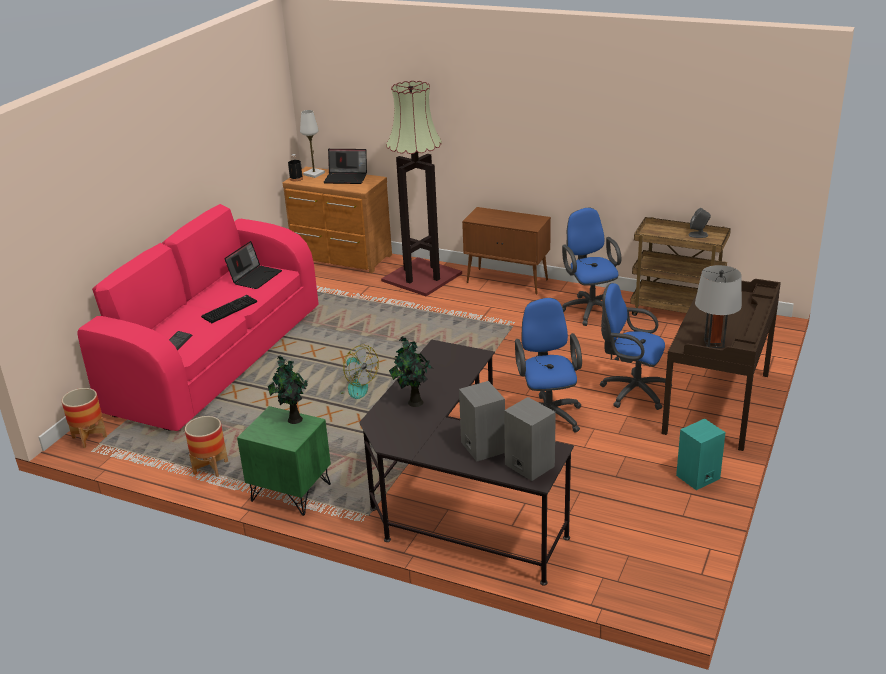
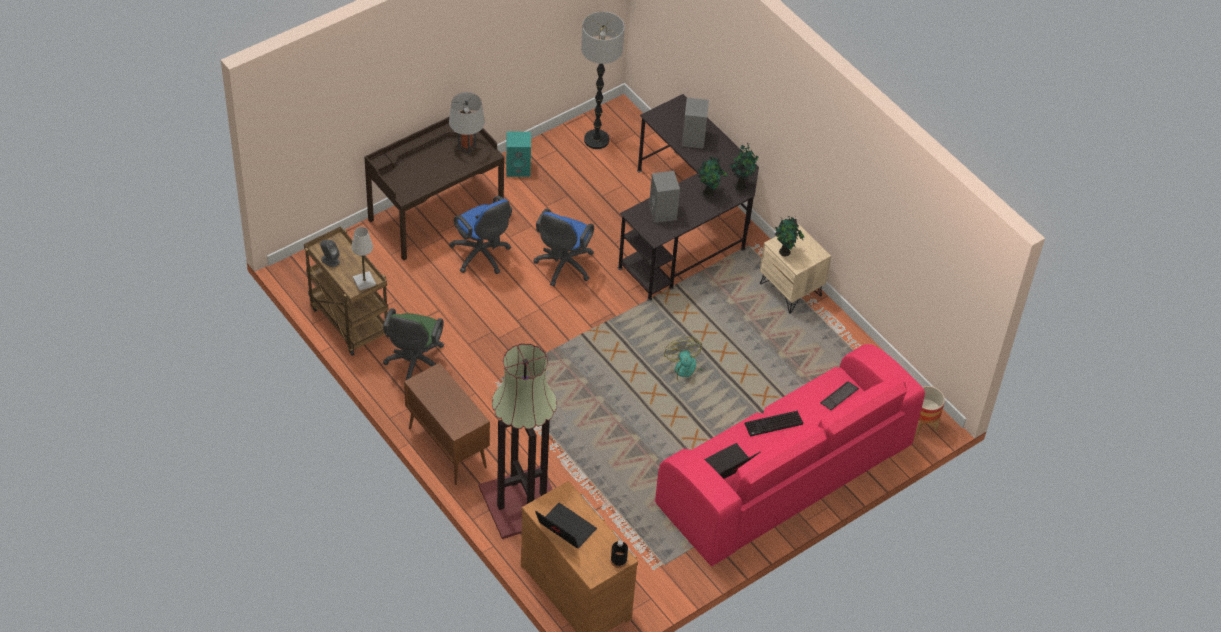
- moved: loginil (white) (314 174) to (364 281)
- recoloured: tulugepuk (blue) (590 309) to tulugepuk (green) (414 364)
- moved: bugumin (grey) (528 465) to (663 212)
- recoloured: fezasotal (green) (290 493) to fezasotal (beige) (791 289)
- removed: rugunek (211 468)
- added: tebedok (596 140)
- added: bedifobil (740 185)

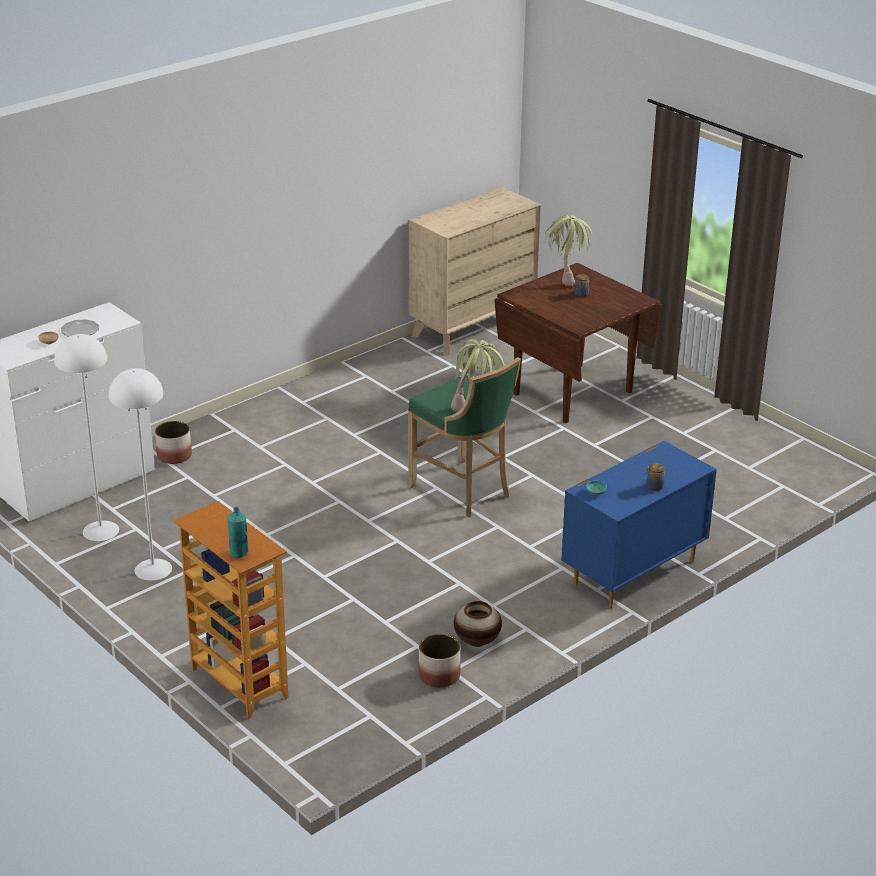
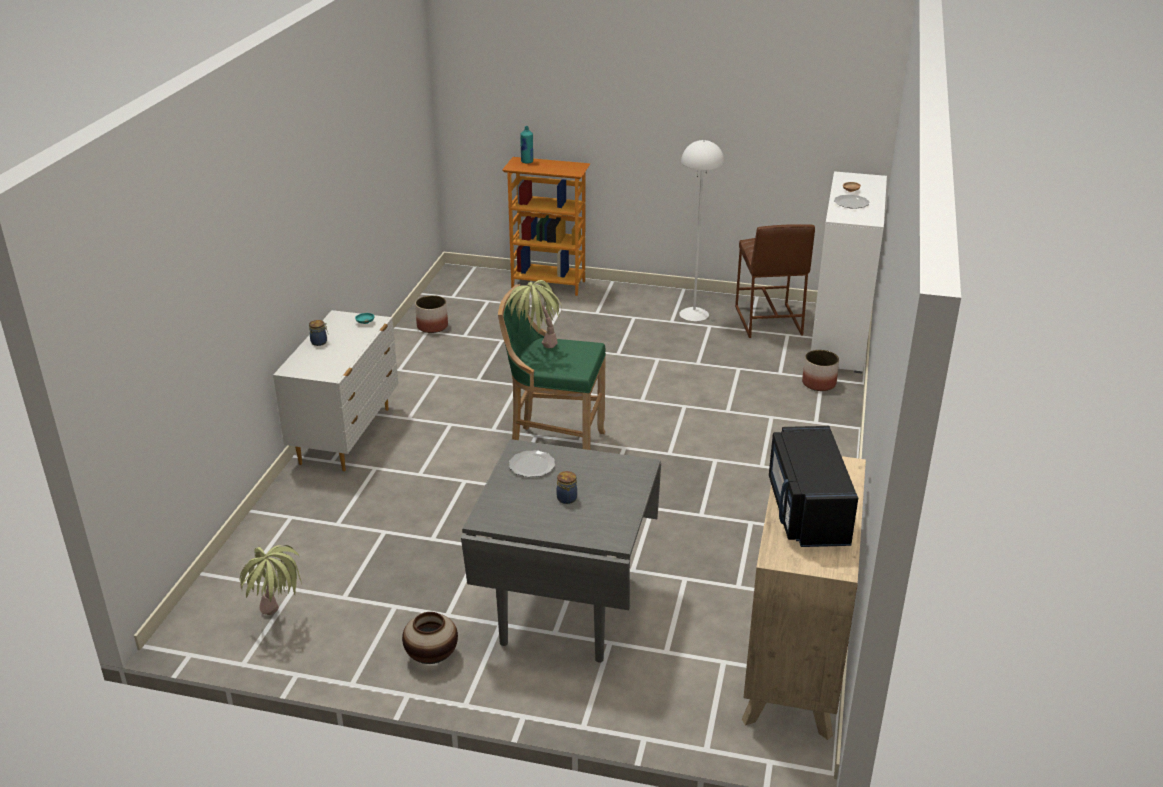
- moved: bedifobil (566 278) to (278 623)
- recoloured: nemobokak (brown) (573 393) to nemobokak (grey) (565 609)
- replaced: tebedok (white) (101 530) to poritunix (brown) (767 321)
- recoloured: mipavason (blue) (632 573) to mipavason (white) (347 435)
- moved: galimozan (477 641) to (432 657)
- added: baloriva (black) (806 511)
- added: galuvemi (532 465)

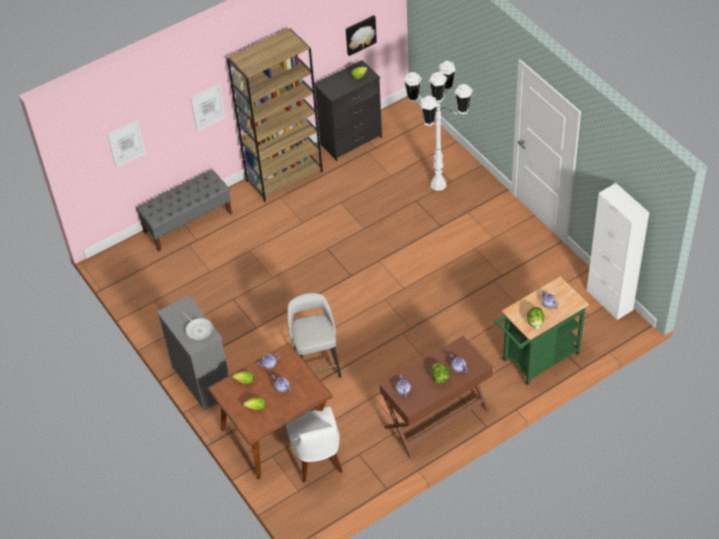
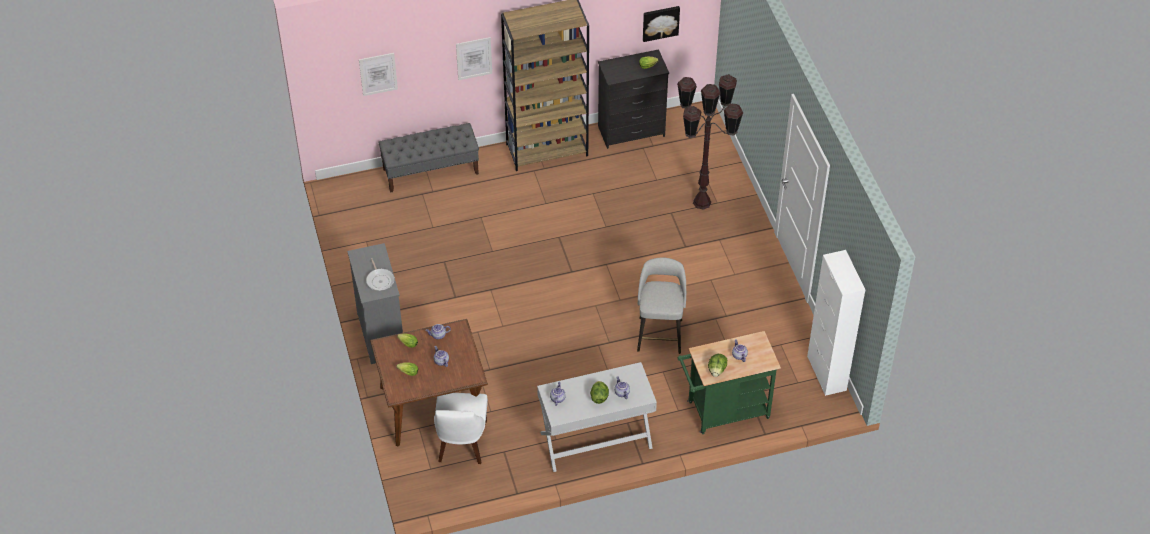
- recoloured: tebedok (white) (438 184) to tebedok (brown) (702 202)
- moved: poritunix (grey) (316 364) to (660 334)
- recoloured: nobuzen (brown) (436 419) to nobuzen (white) (596 440)

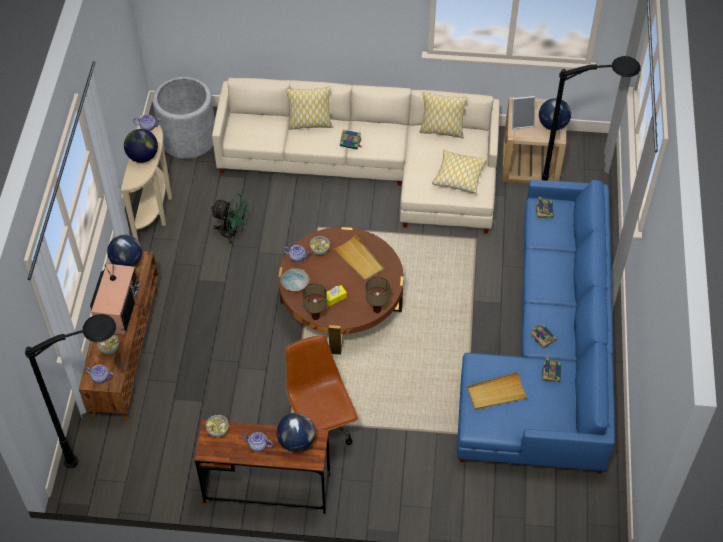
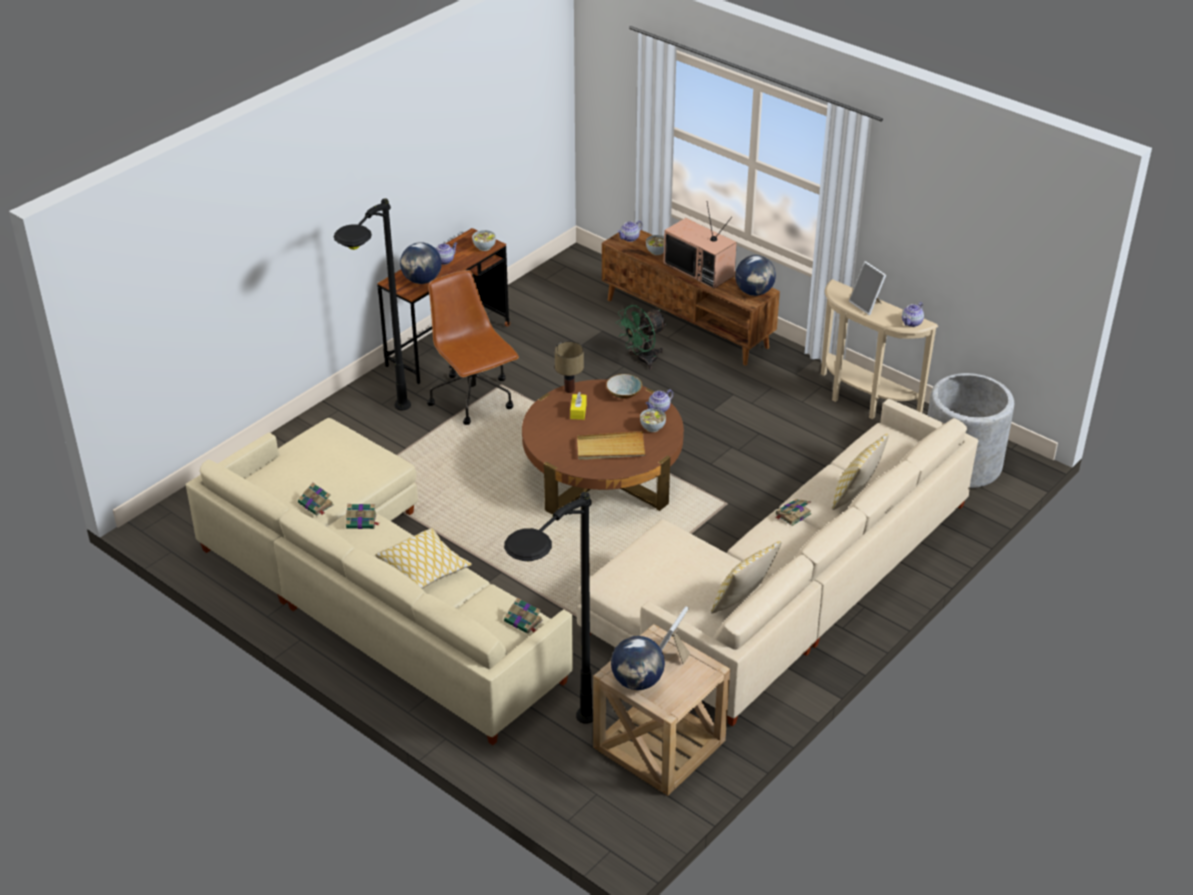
- replaced: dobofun (143 156) to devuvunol (867 305)
- moved: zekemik (459 176) to (424 568)
- recoloured: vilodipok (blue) (548 353) to vilodipok (beige) (372 593)
- moved: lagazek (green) (233 232) to (642 360)
- removed: loginil (377 309)
- moved: tebedok (black) (115 450) to (382 436)
- turned: tulugepuk (brown) (320 427) = (473 399) 135 degrees counterclockwise
- removed: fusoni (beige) (496 393)

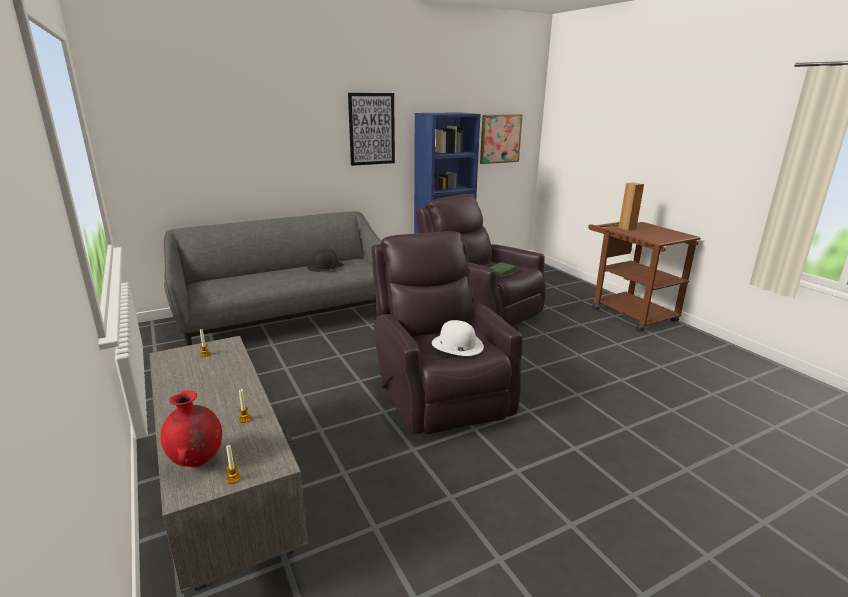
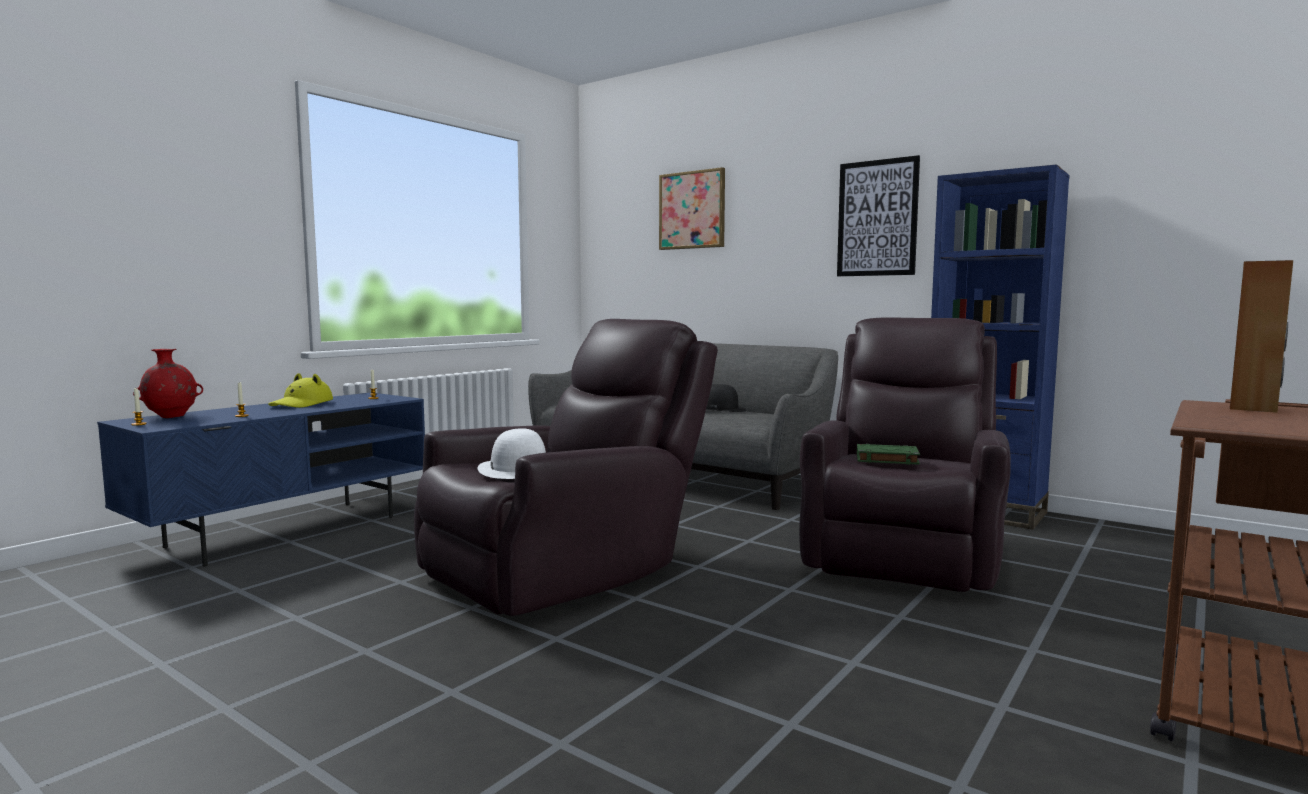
- moved: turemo (500 138) to (692 210)
- recoloured: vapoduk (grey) (227 501) to vapoduk (blue) (286 530)
- added: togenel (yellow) (302 404)

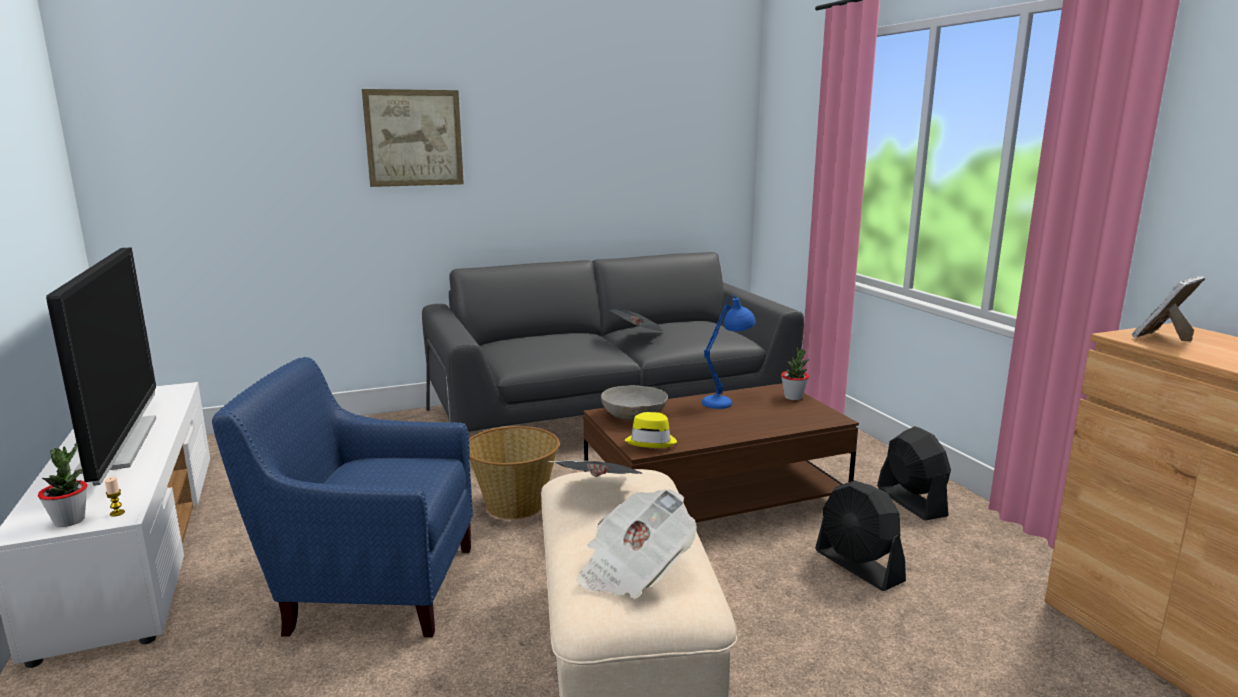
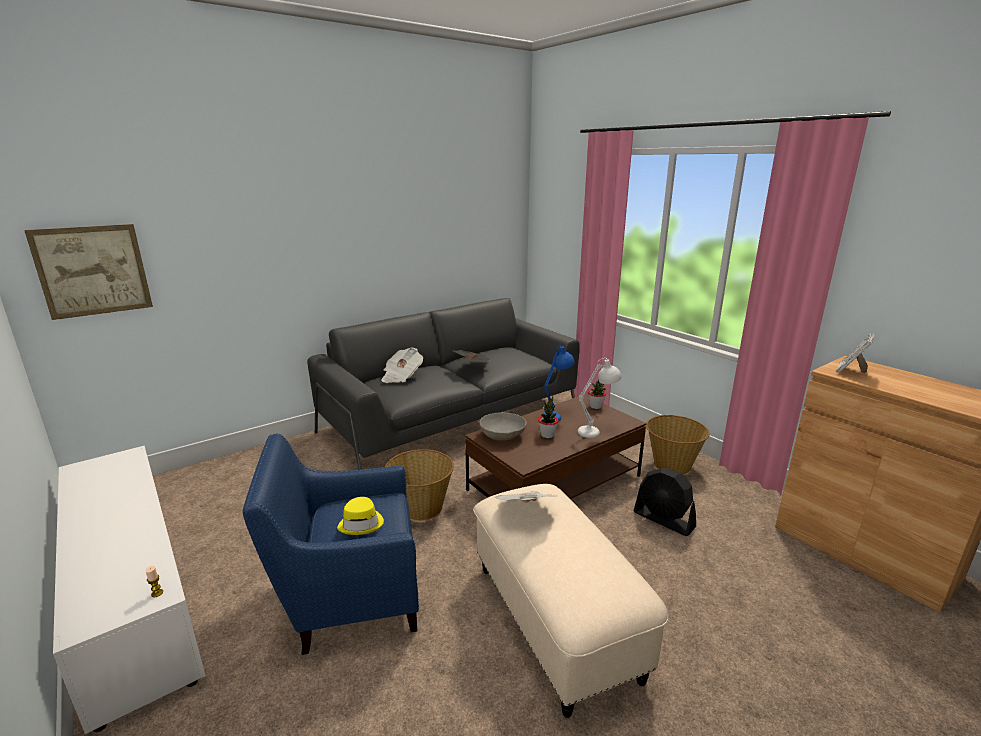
- moved: turemo (414 138) to (93 270)
- removed: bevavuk (120 444)
- moved: togenel (yellow) (651 441) to (361 524)
- replaced: lagazek (black) (911 501) to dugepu (671 465)
- moved: bedifobil (70 521) to (547 435)
- moved: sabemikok (633 570) to (401 376)
- added: loginil (white) (597 431)

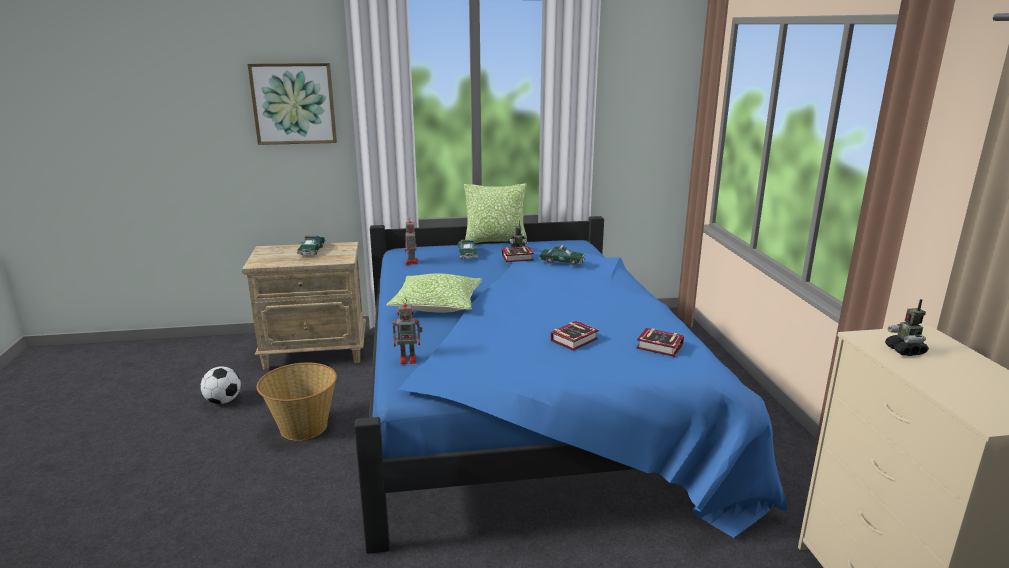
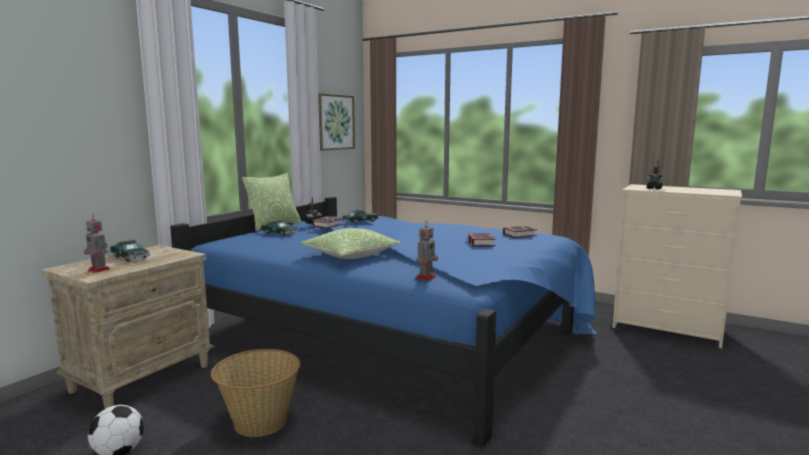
- moved: turemo (293 103) to (335 122)
- moved: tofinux (412 262) to (99 270)

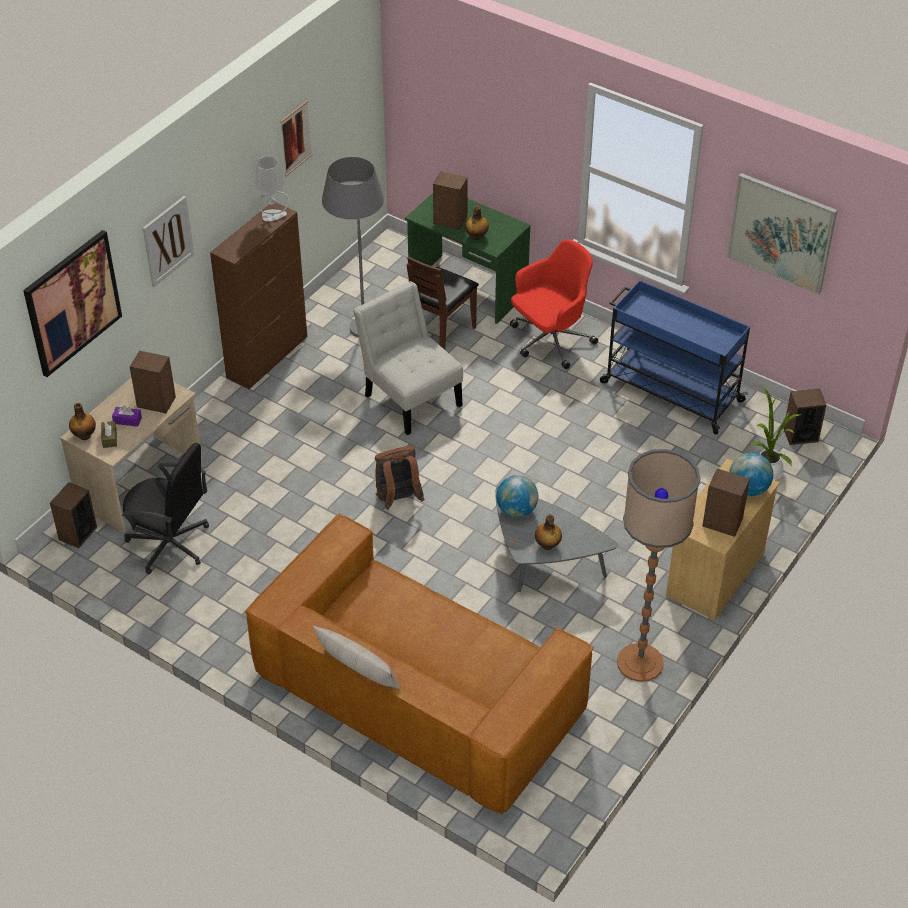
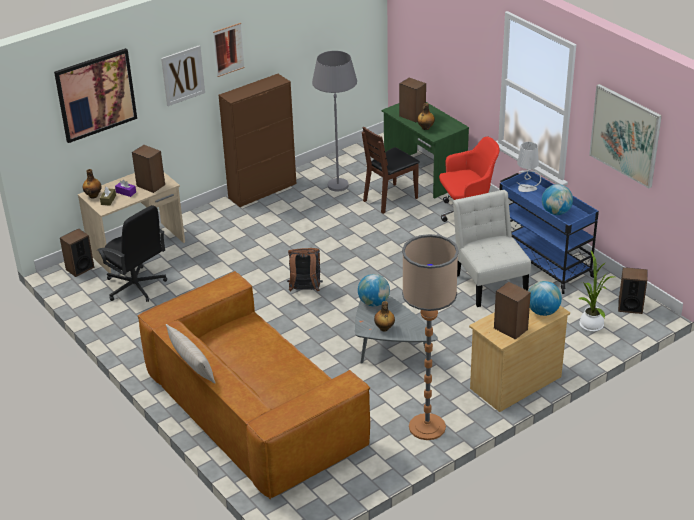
- moved: turemo (295 138) to (228 49)
- moved: loginil (grey) (273 215) to (527 188)
- moved: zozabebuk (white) (410 397) to (489 282)
- added: dobofun (556 212)

